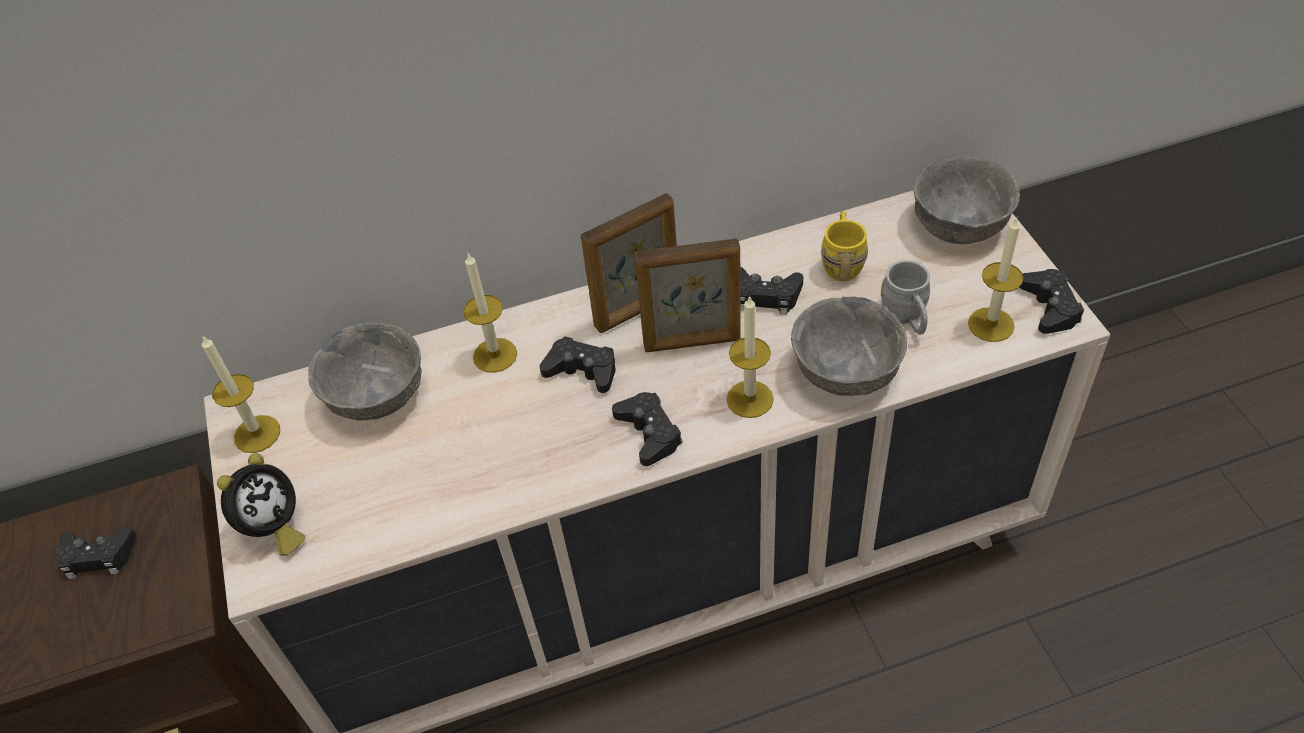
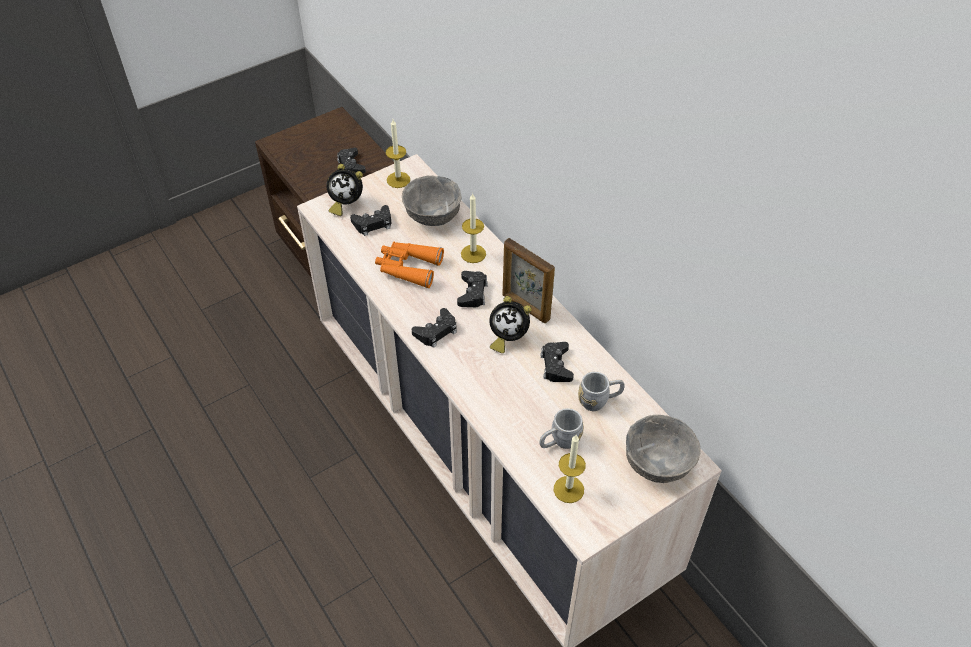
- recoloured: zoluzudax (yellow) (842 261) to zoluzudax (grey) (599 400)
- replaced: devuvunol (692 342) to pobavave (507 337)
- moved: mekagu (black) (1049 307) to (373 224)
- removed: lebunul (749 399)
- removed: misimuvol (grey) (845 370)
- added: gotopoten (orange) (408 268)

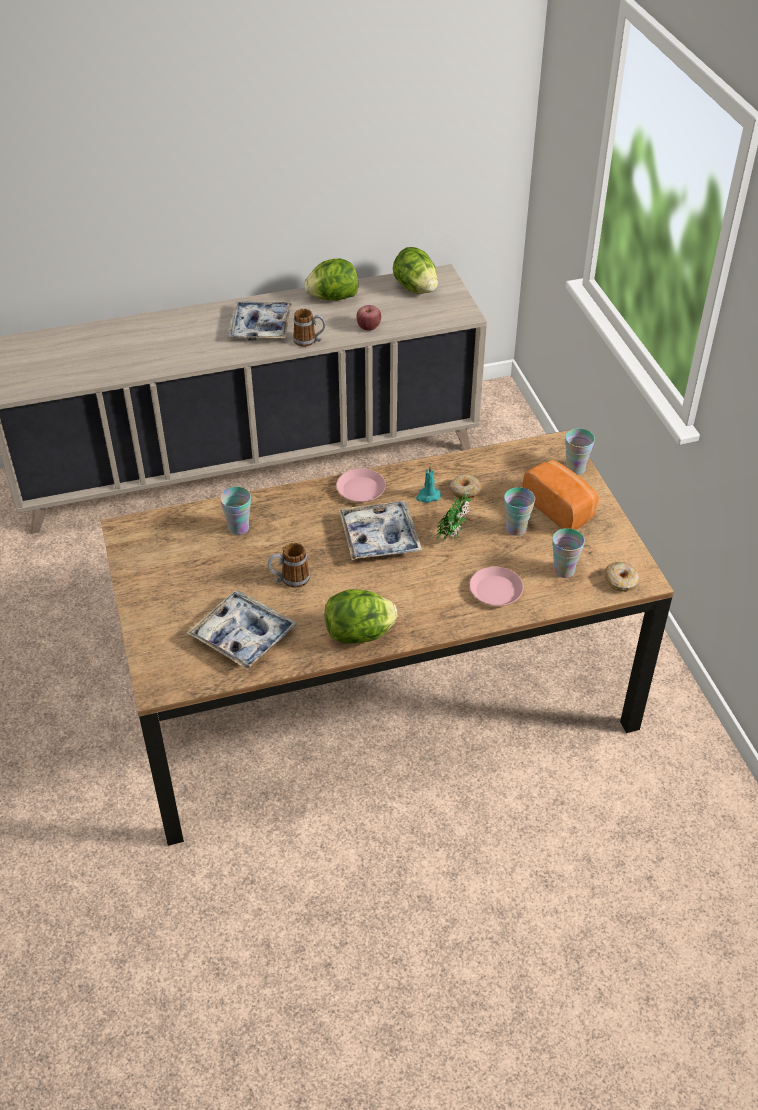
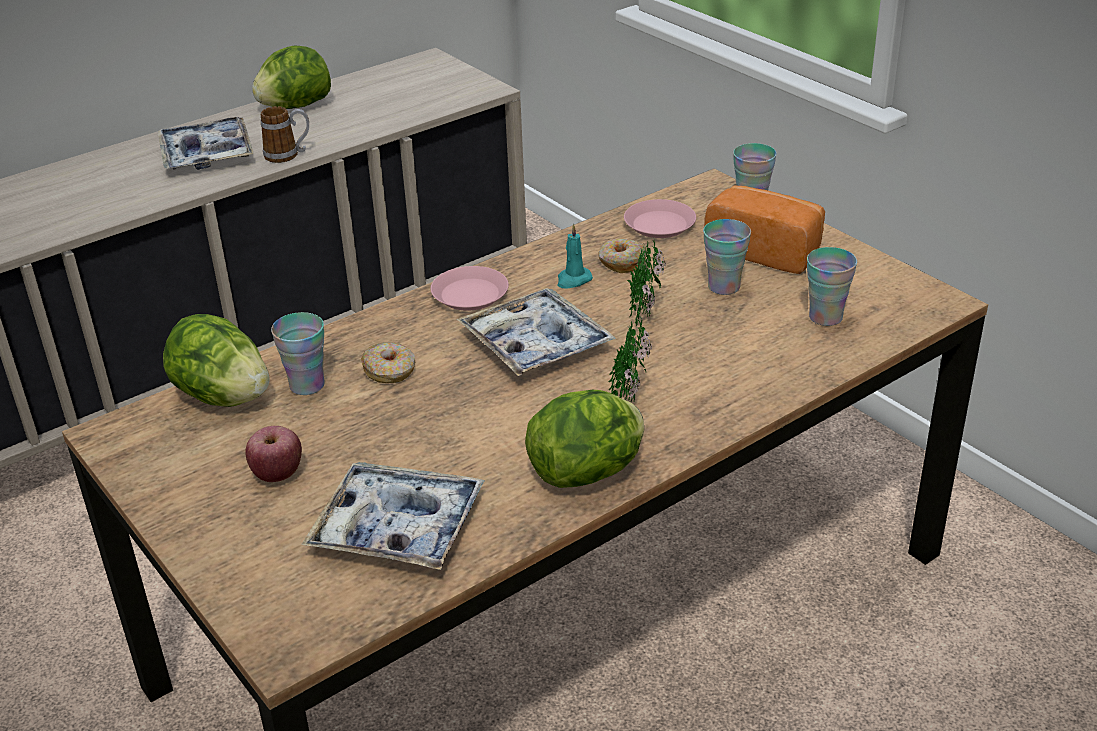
- moved: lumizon (415 288) to (223 397)
- moved: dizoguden (368 328) to (278 474)
- removed: zoluzudax (289 580)
- moved: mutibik (620 581) to (390 371)
- moved: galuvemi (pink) (495 591) to (659 225)
- added: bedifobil (627 395)

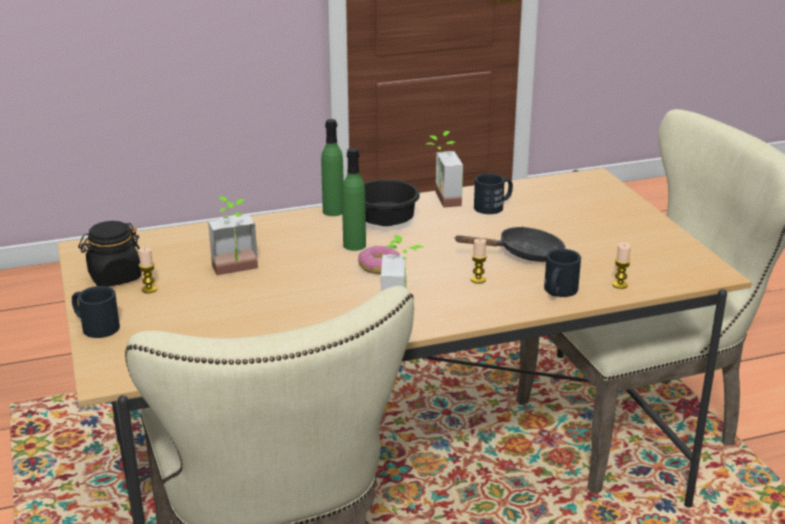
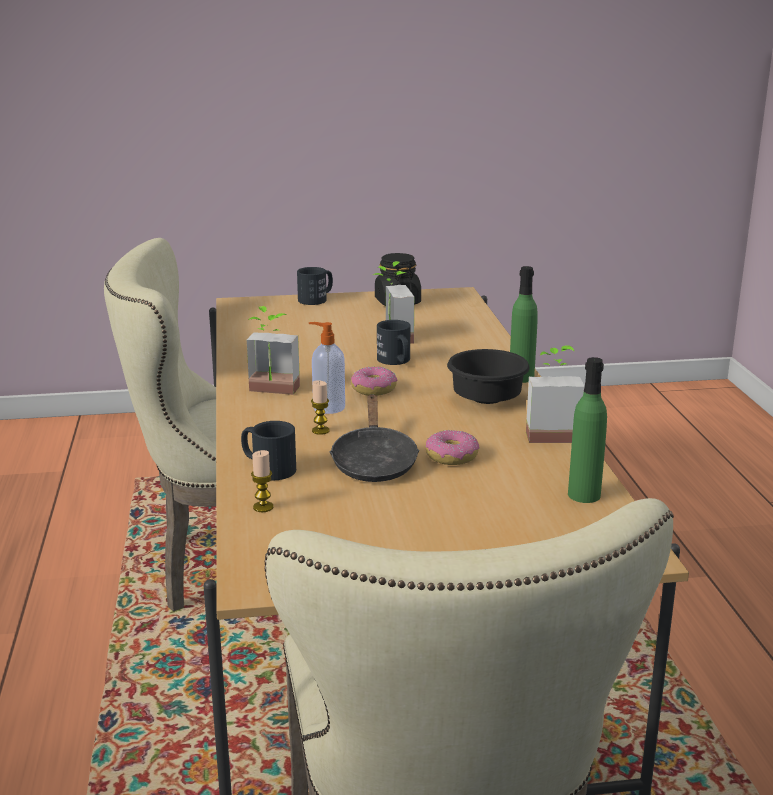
- moved: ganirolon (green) (354 245) to (584 495)
- moved: zoluzudax (black) (493 206) to (396 361)
- removed: lebunul (149 289)
- added: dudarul (327 407)
- added: mutibik (451 457)

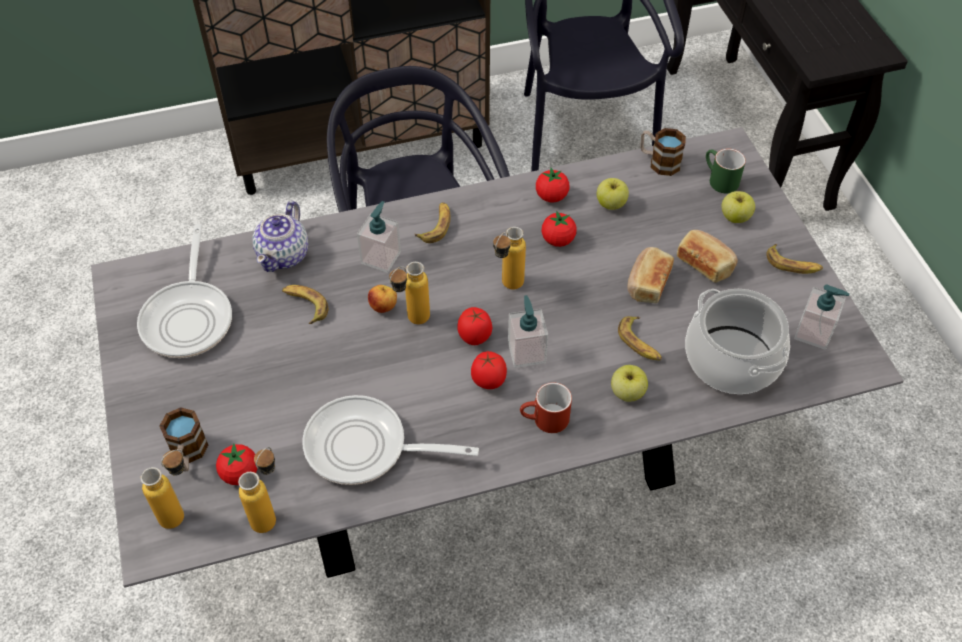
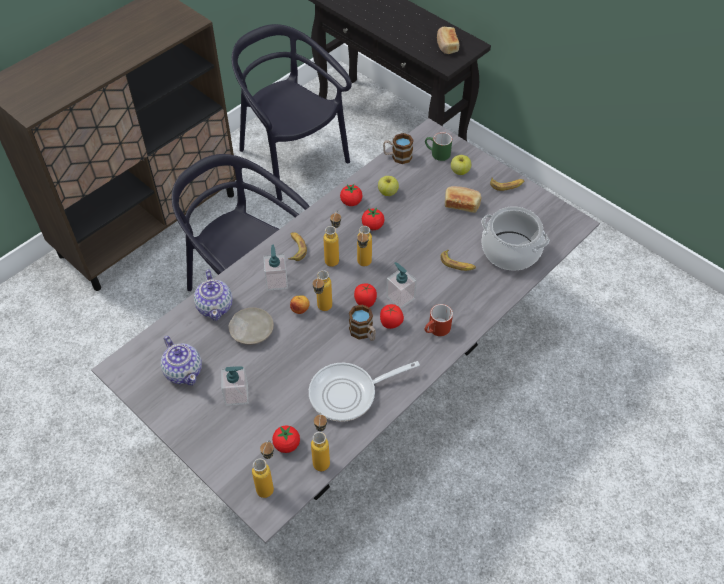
- replaced: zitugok (189 317) to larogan (184 371)
- moved: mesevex (647 283) to (446 46)
- moved: dudarul (813 333) to (237 395)
- replaced: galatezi (305 305) to galuvemi (beige) (251 330)
- removed: dizoguden (627 392)
- moved: zoluzudax (188 454) to (364 333)
- added: ganirolon (334 257)

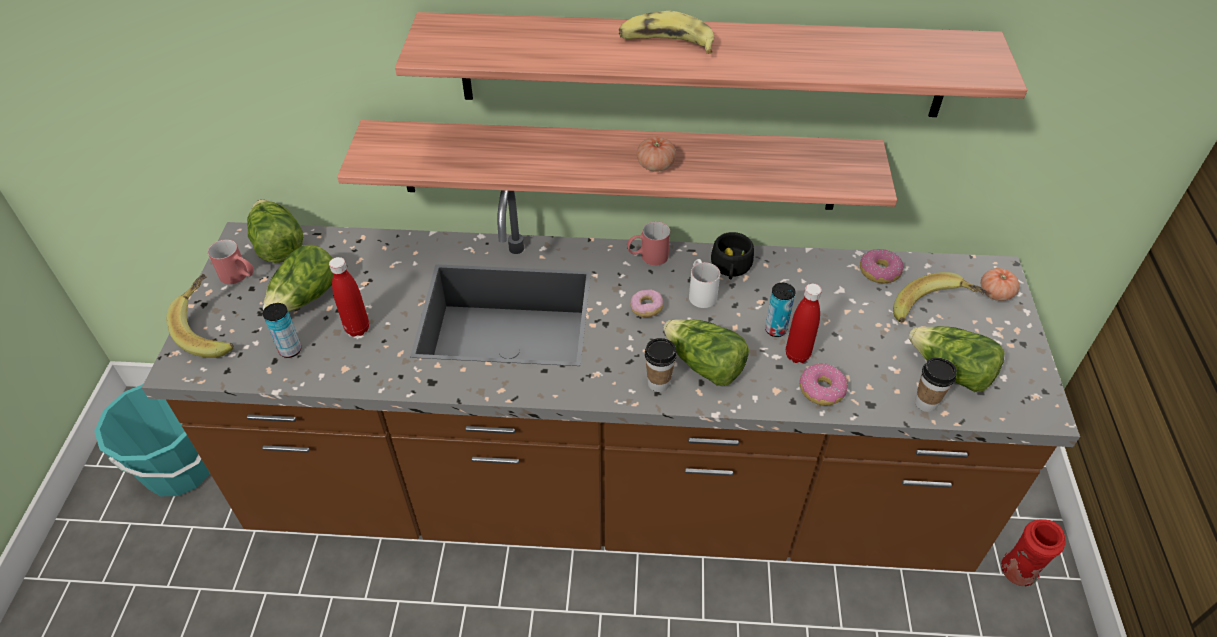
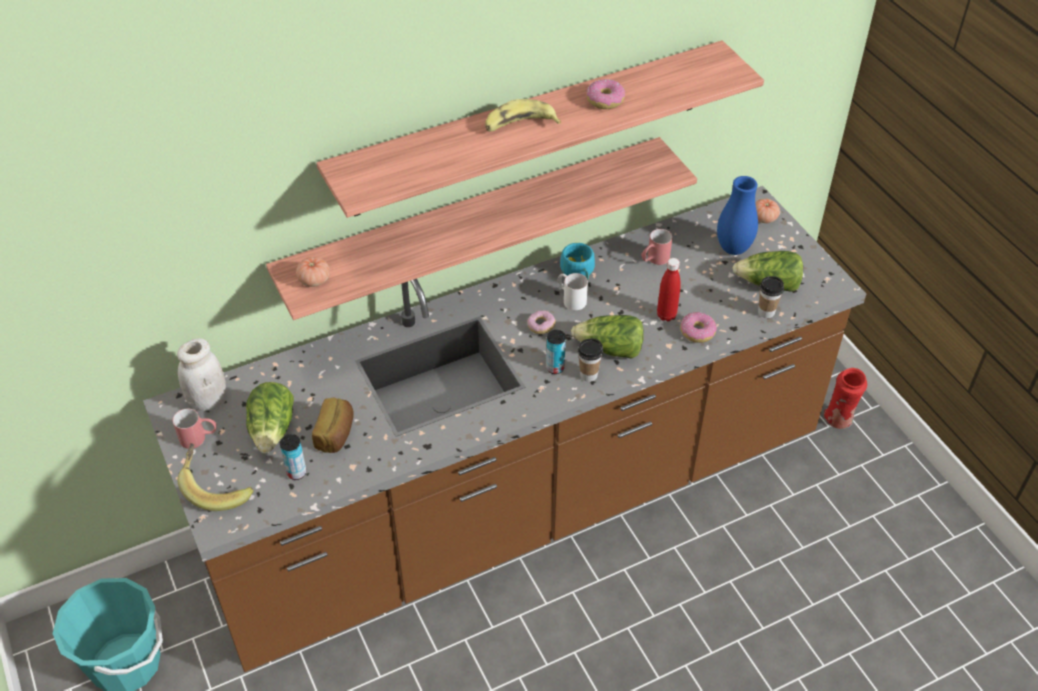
- moved: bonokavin (655 165) to (314 280)
- replaced: lumizon (277 245) to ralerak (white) (207 400)
- moved: zoluzudax (red) (647 257) to (654 260)
- recoloured: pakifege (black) (730 268) to pakifege (turquoise) (578 272)
- moved: mutibik (879 272) to (605 100)
- replaced: ganirolon (red) (357 329) to mesevex (336 434)
- replaced: galatezi (932 313) to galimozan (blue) (733 249)
- moved: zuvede (775 329) to (555 368)

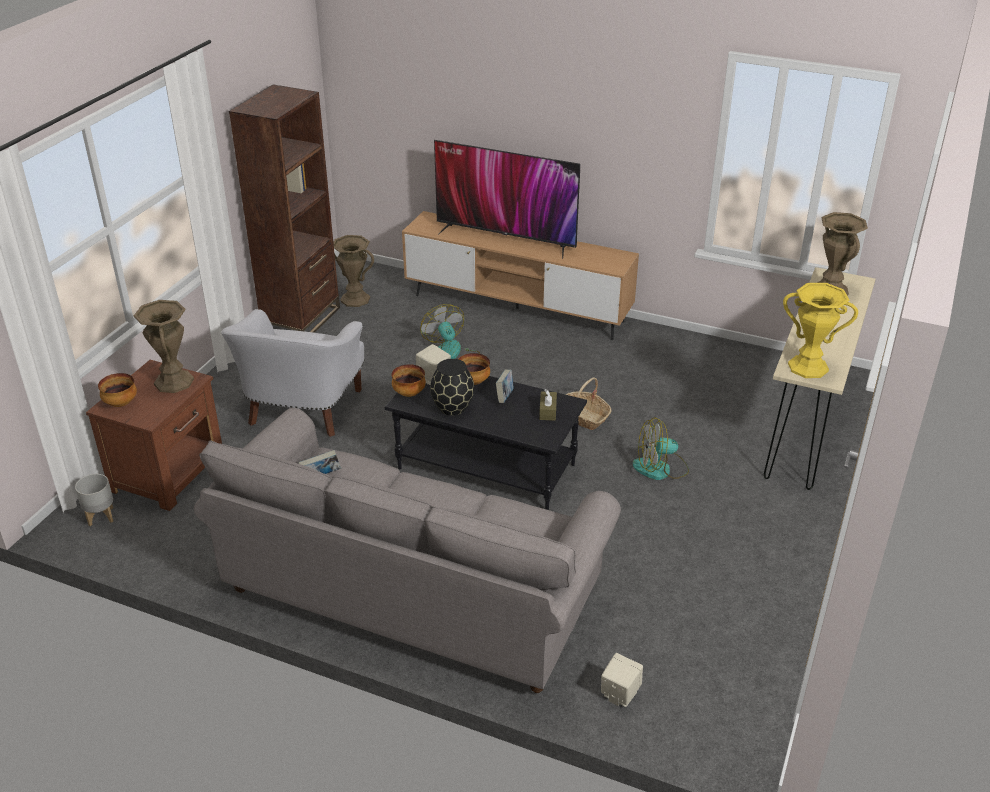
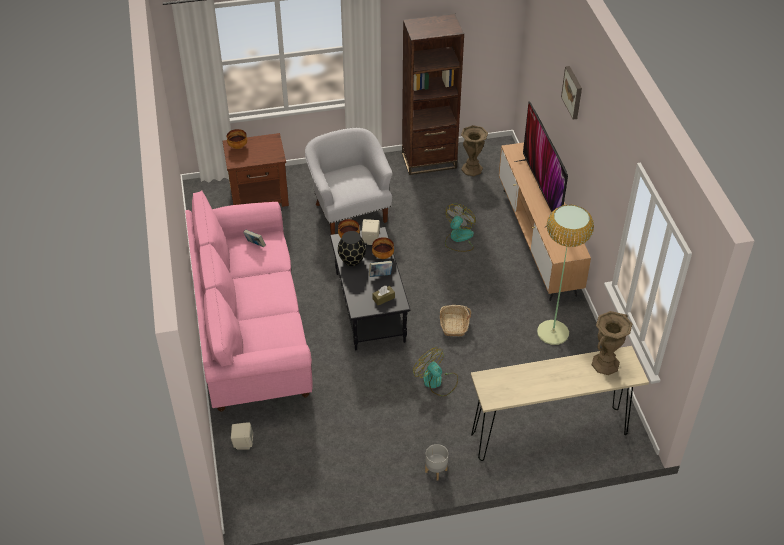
- removed: galimozan (yellow) (808 367)
- removed: galimozan (brown) (174 382)
- turned: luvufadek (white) (302 410) = (350 210) 90 degrees clockwise
- recoloured: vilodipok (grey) (412 591) to vilodipok (pink) (251 329)
- moved: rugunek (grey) (100 516) to (435 470)
- added: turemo (573 92)
- added: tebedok (552 332)

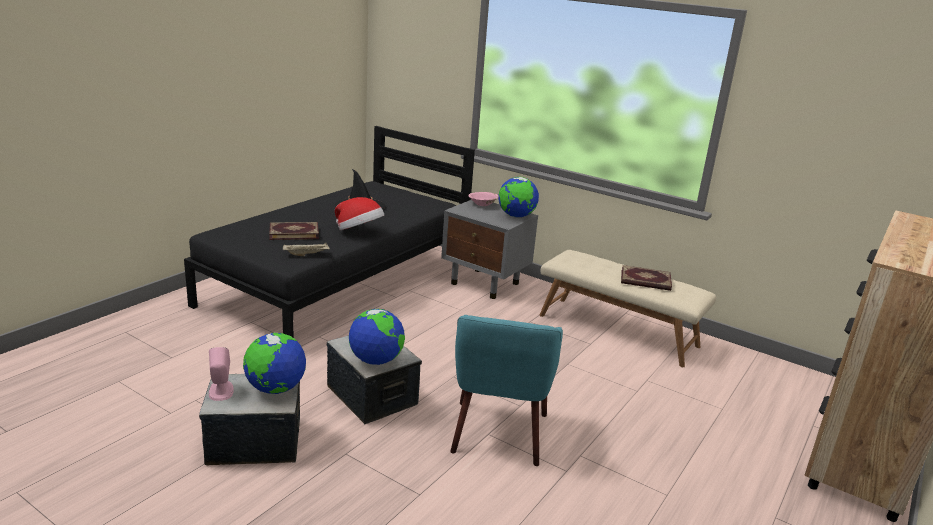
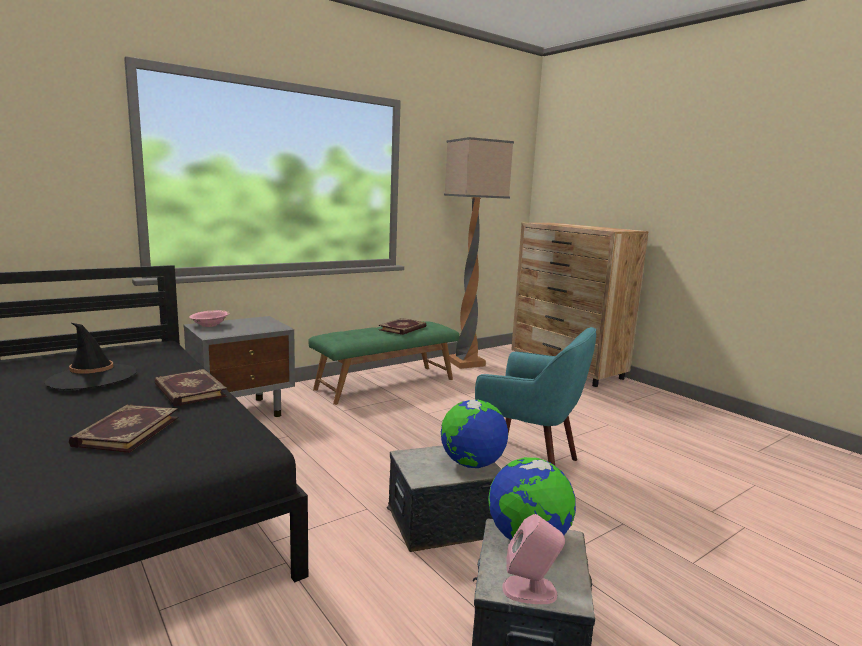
- removed: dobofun (516 216)
- replaced: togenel (359 231) to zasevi (188 391)
- removed: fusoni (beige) (307 254)
- recoloured: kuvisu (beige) (618 330) to kuvisu (green) (385 384)
- added: tebedok (466 362)

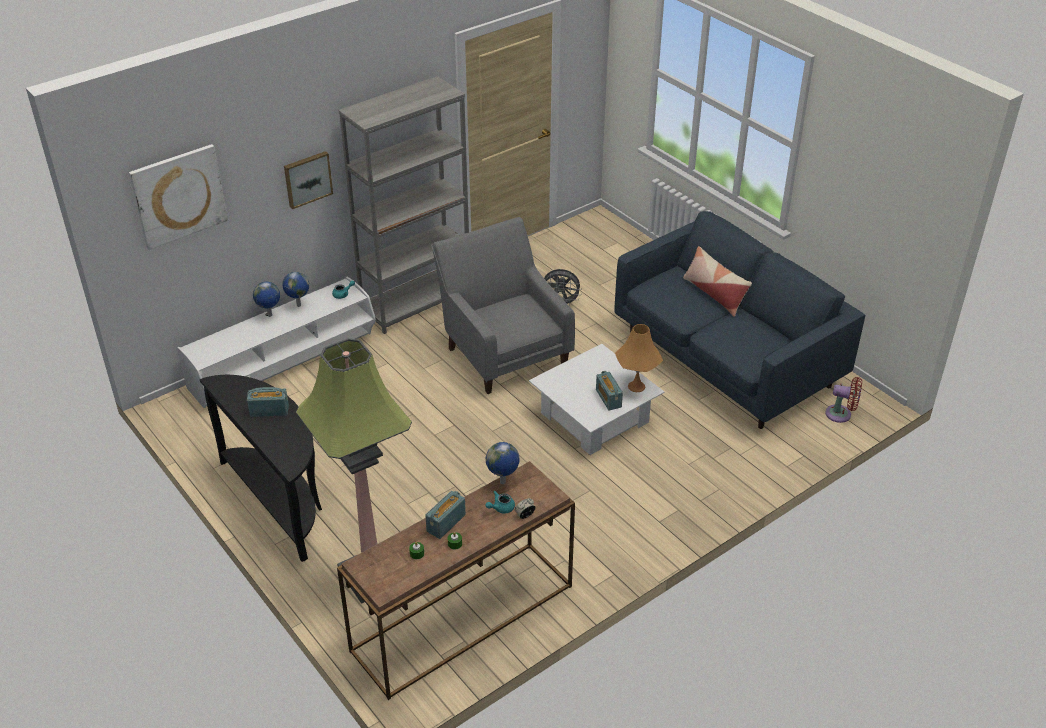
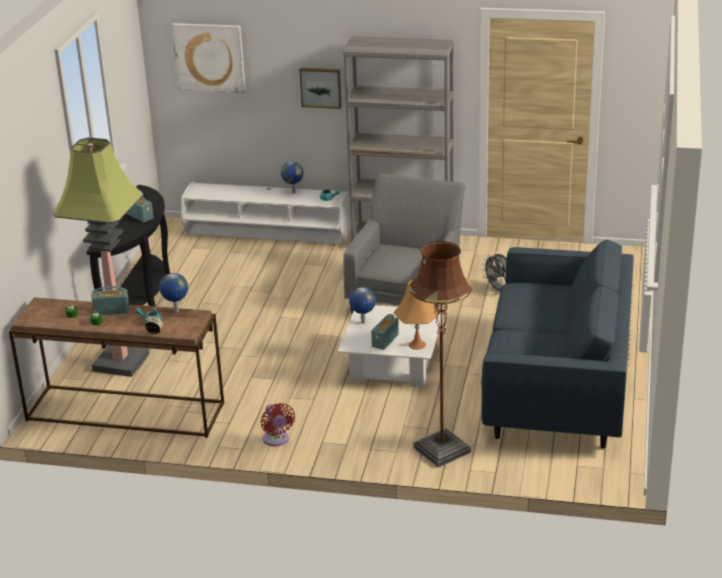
- removed: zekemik (714 294)
- moved: dobofun (270 315) to (363 322)
- moved: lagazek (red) (841 414) to (276 440)
- added: tebedok (brown) (442 450)

